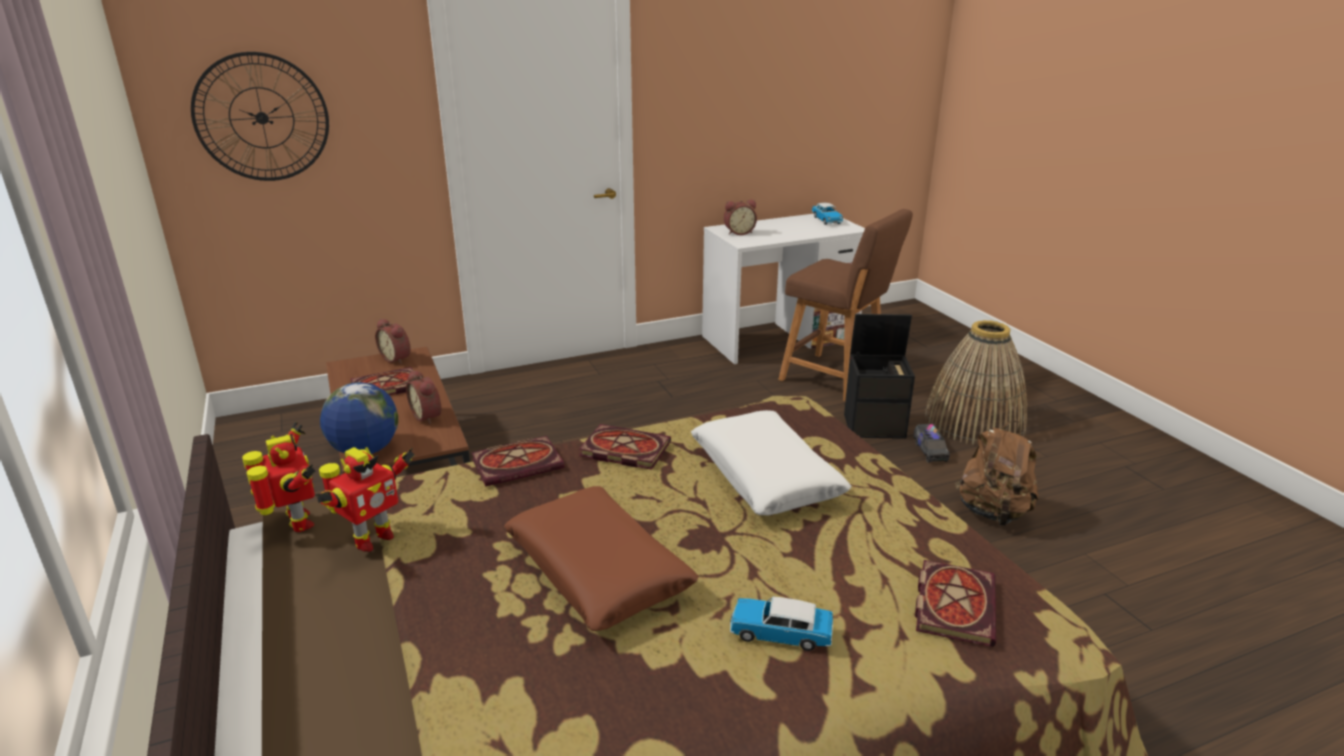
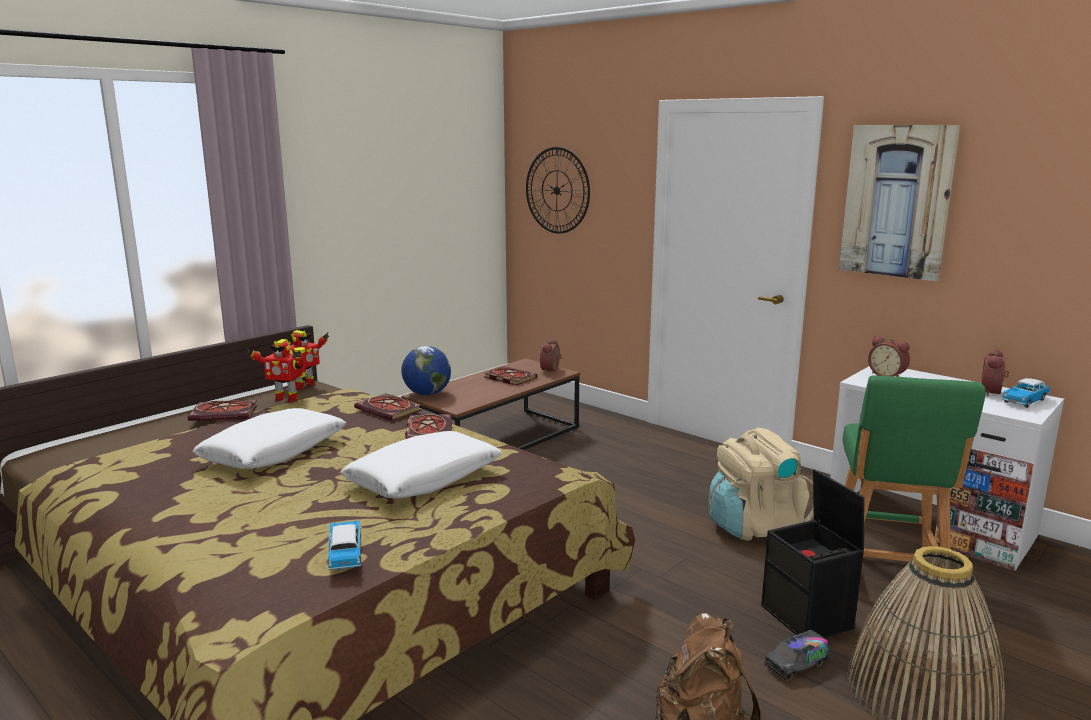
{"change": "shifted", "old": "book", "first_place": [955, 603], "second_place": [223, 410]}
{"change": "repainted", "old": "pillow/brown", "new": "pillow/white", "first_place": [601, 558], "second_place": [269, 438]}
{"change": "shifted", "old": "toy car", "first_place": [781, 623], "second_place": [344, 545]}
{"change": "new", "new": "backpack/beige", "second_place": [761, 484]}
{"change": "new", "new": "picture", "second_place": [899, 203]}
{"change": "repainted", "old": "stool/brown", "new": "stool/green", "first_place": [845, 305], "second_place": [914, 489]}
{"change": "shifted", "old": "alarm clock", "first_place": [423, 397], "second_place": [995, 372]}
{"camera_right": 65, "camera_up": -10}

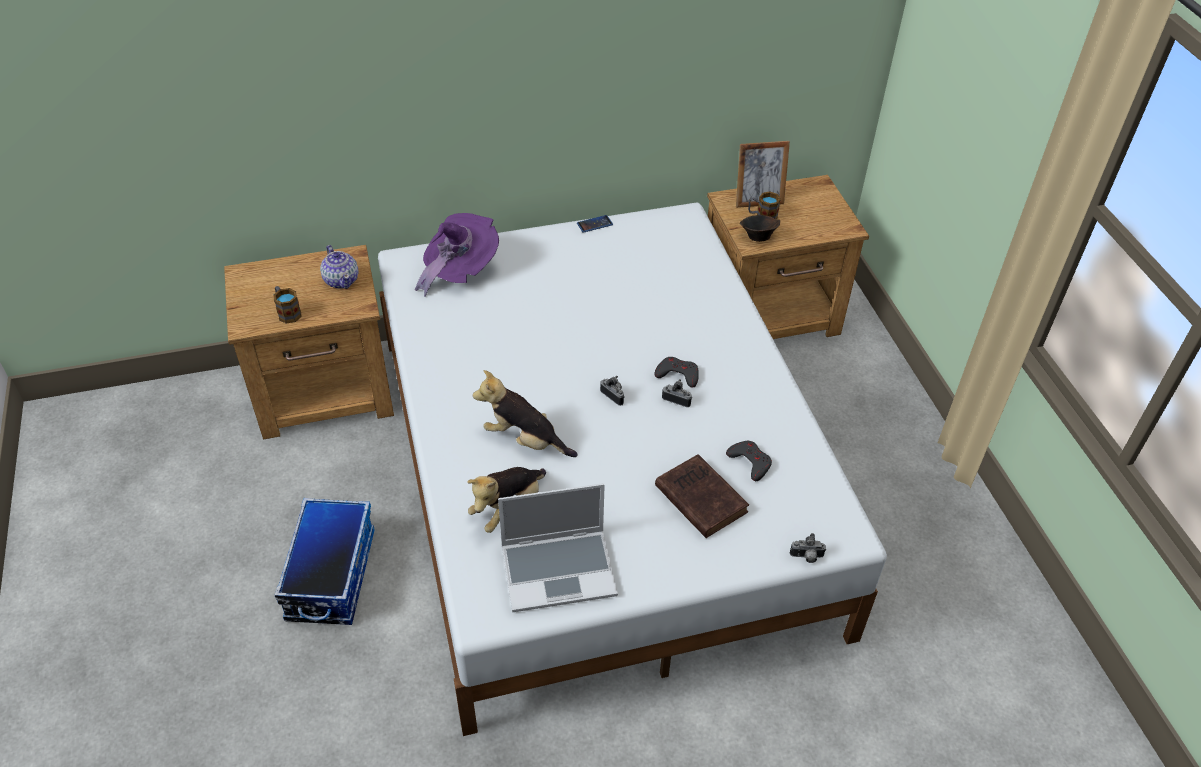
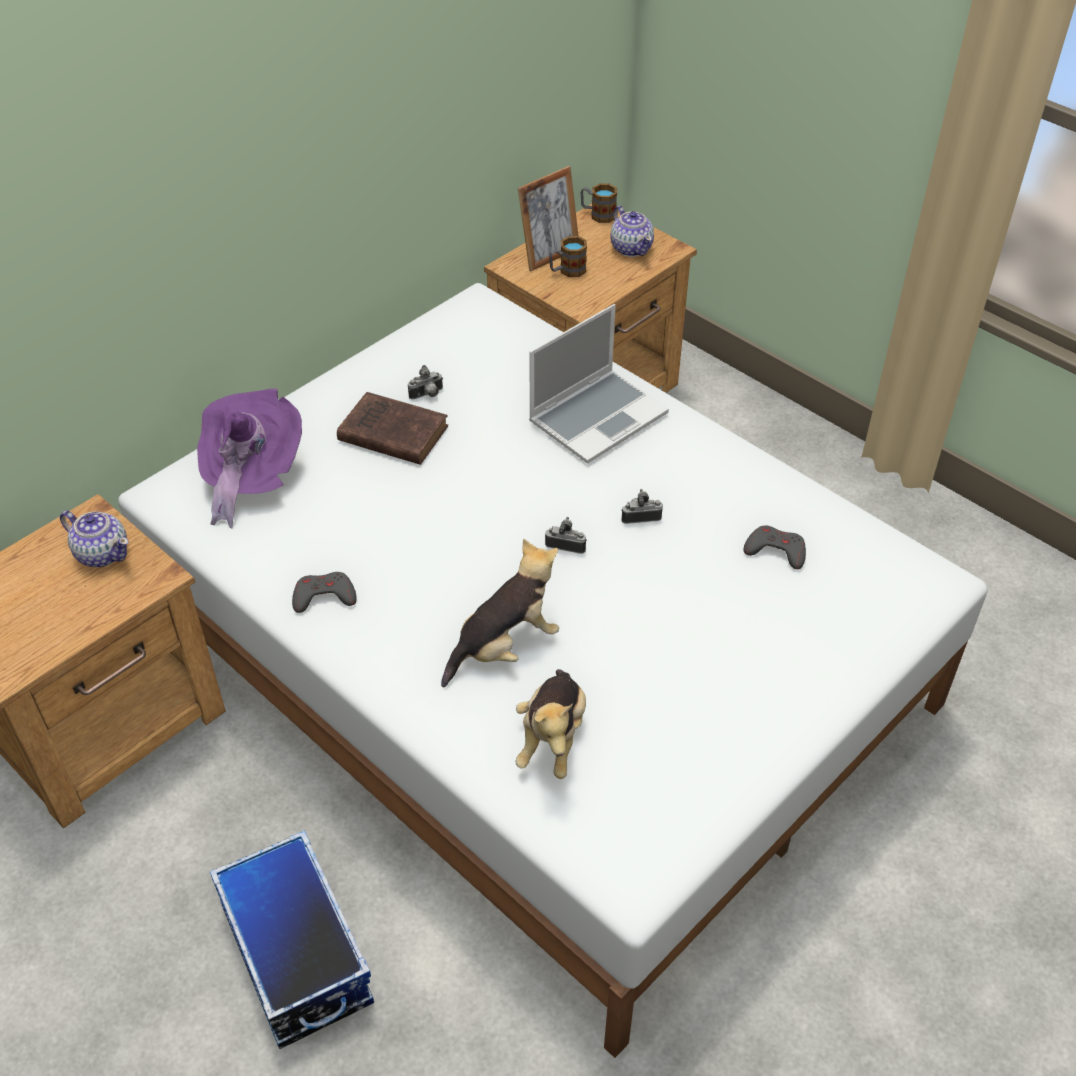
{"change": "shifted", "old": "game controller/grey", "first_place": [677, 372], "second_place": [324, 592]}
{"change": "shifted", "old": "book/brown", "first_place": [702, 496], "second_place": [392, 428]}
{"change": "shifted", "old": "photo camera", "first_place": [808, 548], "second_place": [425, 382]}
{"change": "rotated", "old": "plush toy", "first_place": [525, 413], "second_place": [500, 613], "degrees": 150}
{"change": "shifted", "old": "laptop", "first_place": [558, 547], "second_place": [599, 384]}
{"change": "shifted", "old": "mug", "first_place": [288, 304], "second_place": [599, 203]}
{"change": "new", "new": "teapot", "second_place": [632, 231]}
{"change": "gone", "old": "phone", "first_place": [595, 224]}
{"change": "gone", "old": "bowl/brown", "first_place": [760, 228]}
{"camera_right": -30, "camera_up": 0}

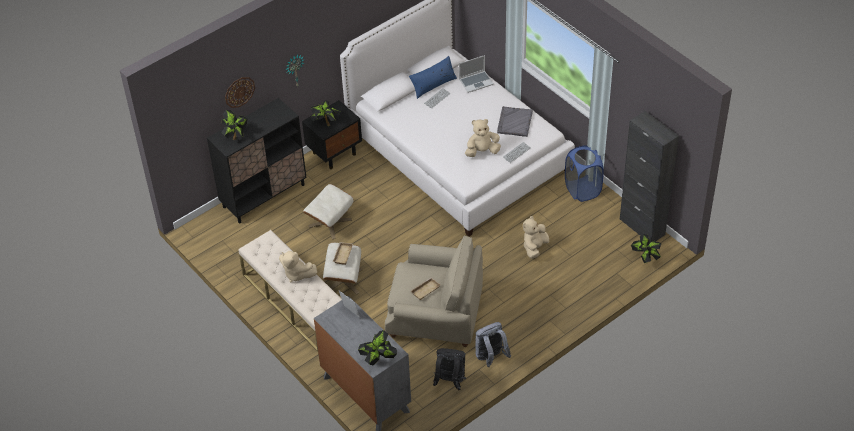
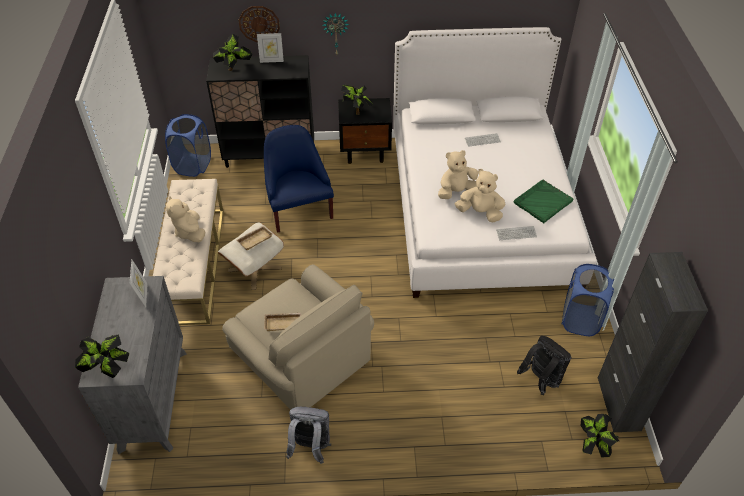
{"change": "new", "new": "laundry basket/blue", "second_place": [188, 145]}
{"change": "new", "new": "picture frame", "second_place": [270, 48]}
{"change": "swapped", "old": "ottoman/beige", "new": "armchair/blue", "first_place": [328, 211], "second_place": [299, 179]}
{"change": "shifted", "old": "plush toy/beige", "first_place": [536, 237], "second_place": [458, 174]}
{"change": "repainted", "old": "tray/grey", "new": "tray/green", "first_place": [515, 121], "second_place": [543, 201]}
{"change": "shifted", "old": "backpack/black", "first_place": [449, 369], "second_place": [544, 365]}
{"change": "gone", "old": "pillow/blue", "first_place": [433, 77]}
{"change": "gone", "old": "laptop", "first_place": [476, 74]}
{"camera_right": 35, "camera_up": 0}

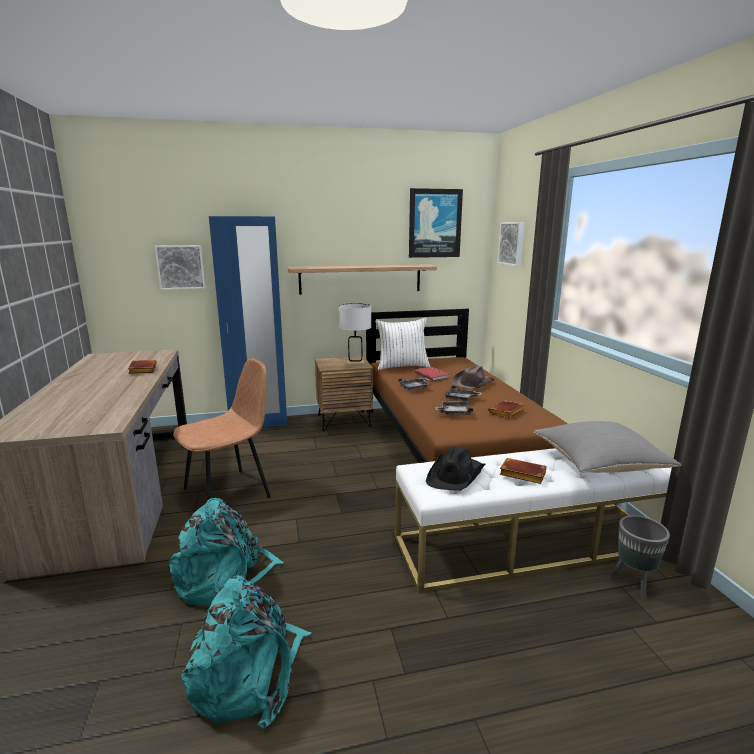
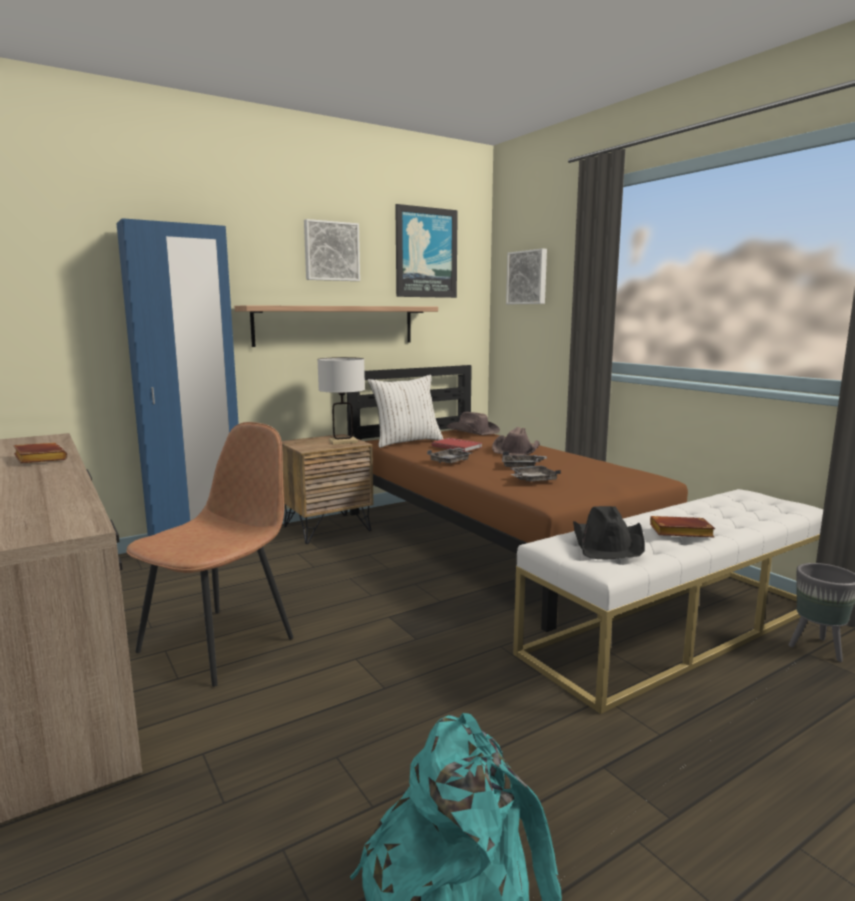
{"change": "shifted", "old": "picture", "first_place": [180, 267], "second_place": [332, 250]}
{"change": "new", "new": "hat/brown", "second_place": [473, 423]}
{"change": "gone", "old": "backpack/turquoise", "first_place": [226, 552]}
{"change": "gone", "old": "book/brown", "first_place": [506, 409]}
{"change": "gone", "old": "pillow/grey", "first_place": [607, 447]}
{"camera_right": -20, "camera_up": -5}

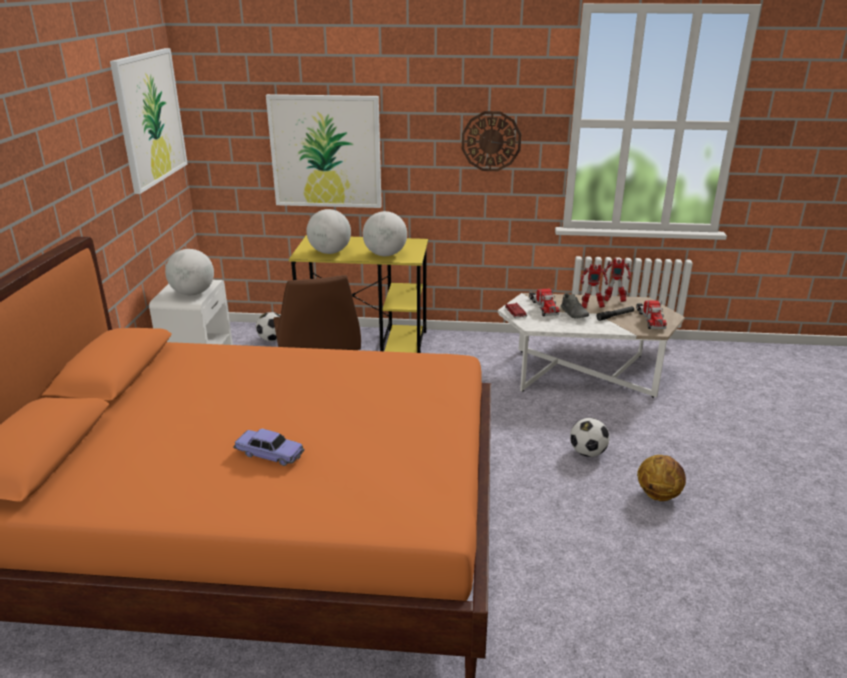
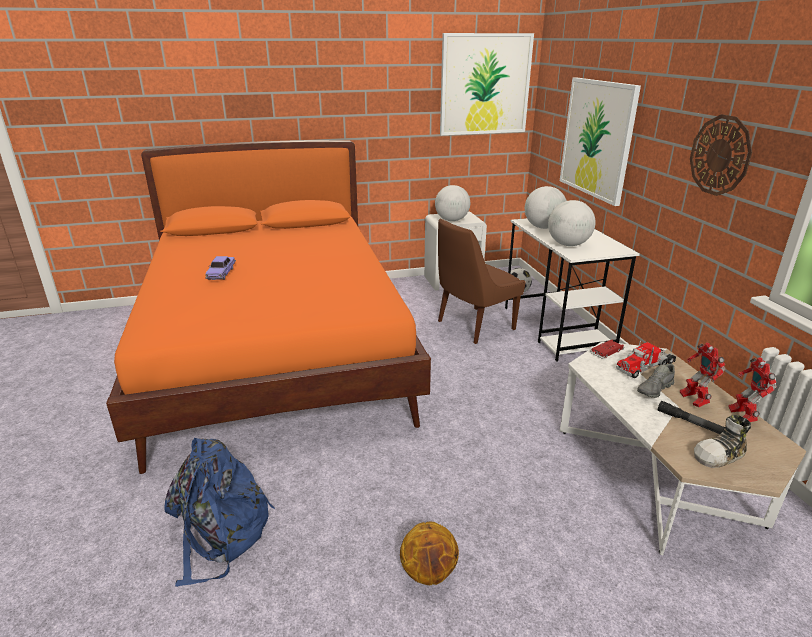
{"change": "new", "new": "backpack/blue", "second_place": [220, 512]}
{"change": "repainted", "old": "desk/yellow", "new": "desk/white", "first_place": [358, 294], "second_place": [572, 290]}
{"change": "swapped", "old": "toy truck", "new": "shoe", "first_place": [651, 315], "second_place": [722, 441]}
{"change": "gone", "old": "football", "first_place": [590, 437]}
{"camera_right": 70, "camera_up": 0}

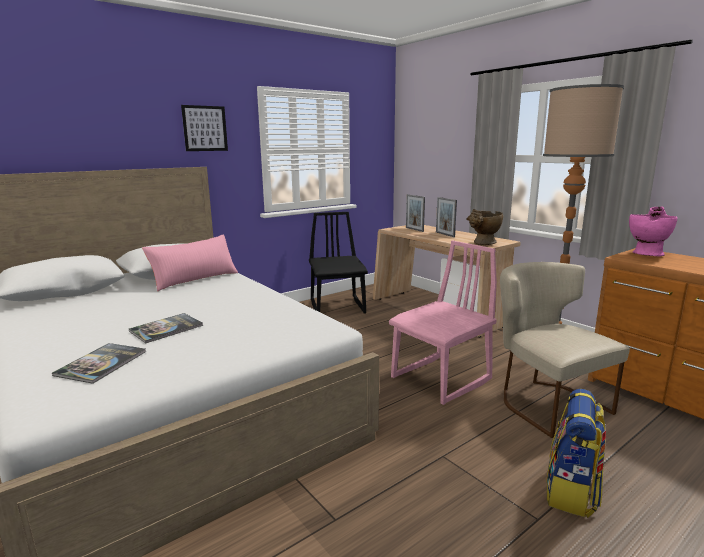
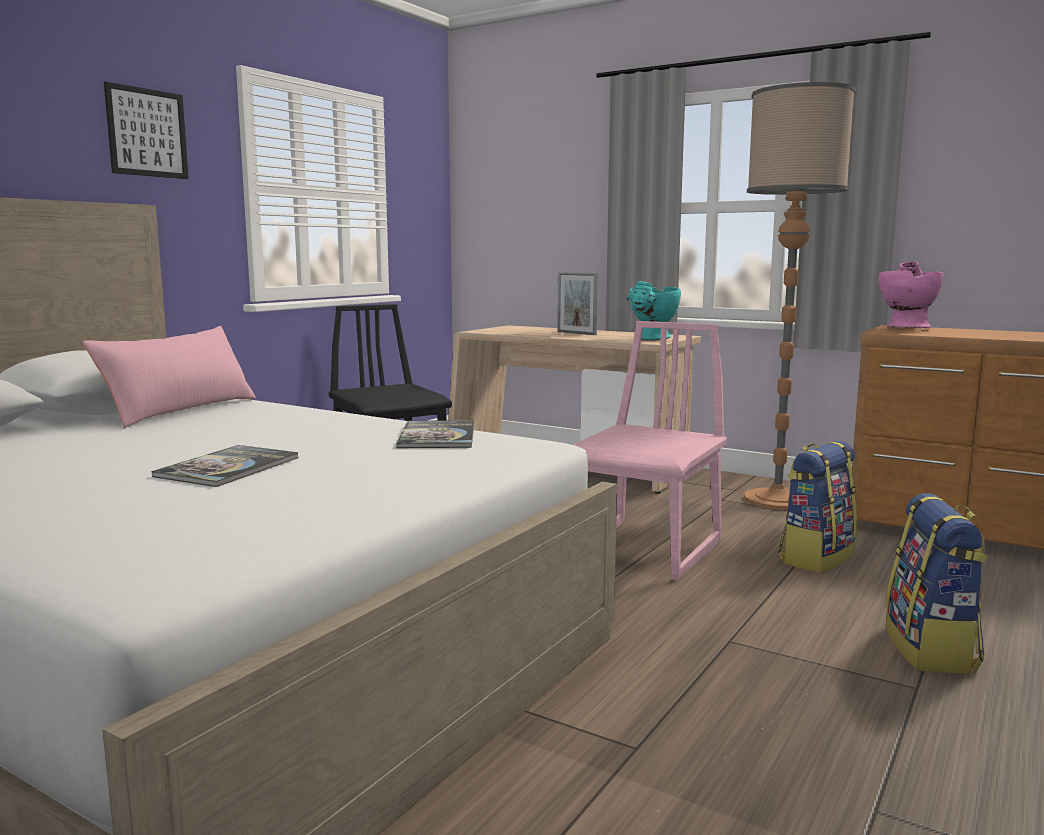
{"change": "shifted", "old": "book", "first_place": [99, 363], "second_place": [435, 434]}
{"change": "repainted", "old": "vase/beige", "new": "vase/turquoise", "first_place": [484, 227], "second_place": [653, 311]}
{"change": "swapped", "old": "chair/beige", "new": "backpack", "first_place": [565, 350], "second_place": [817, 507]}
{"change": "gone", "old": "picture frame", "first_place": [415, 213]}
{"camera_right": -20, "camera_up": -5}

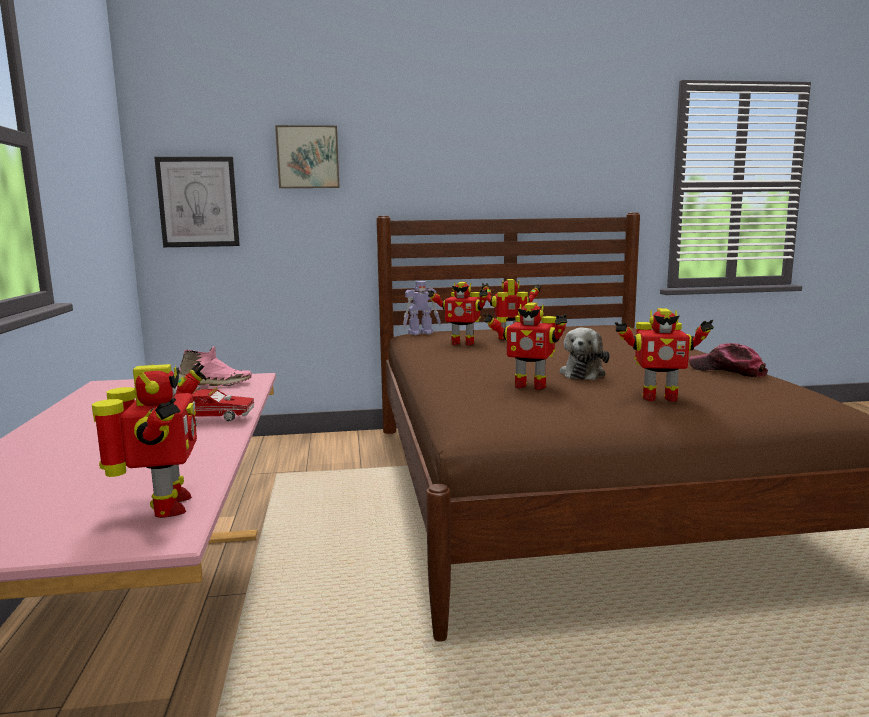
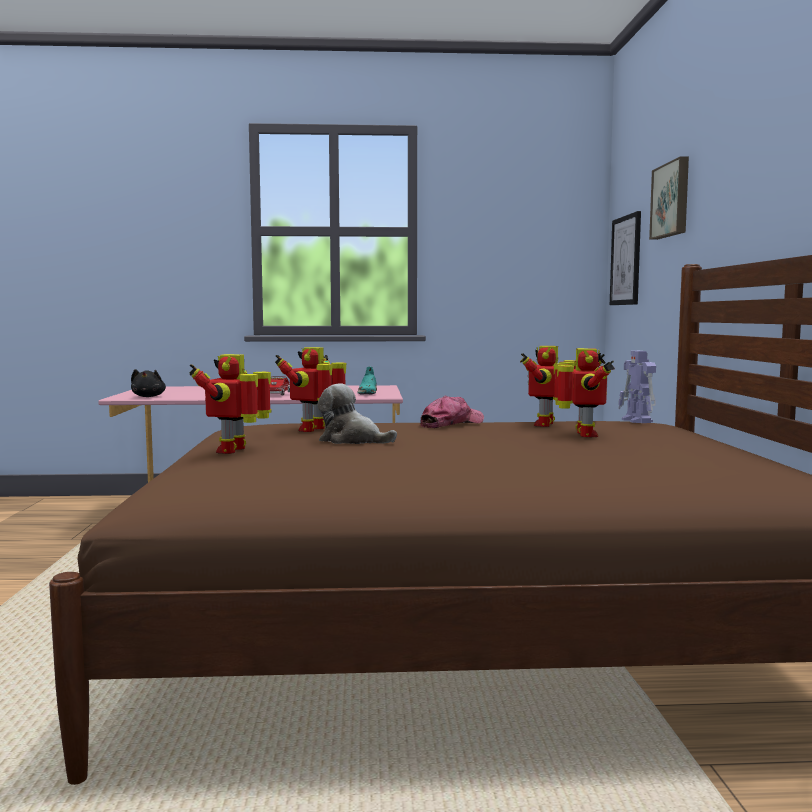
{"change": "swapped", "old": "toy robot", "new": "plush toy/black", "first_place": [149, 440], "second_place": [148, 383]}
{"change": "repainted", "old": "shoe/pink", "new": "shoe/turquoise", "first_place": [215, 366], "second_place": [367, 380]}
{"change": "shifted", "old": "cap", "first_place": [728, 360], "second_place": [451, 412]}
{"camera_right": 95, "camera_up": -5}

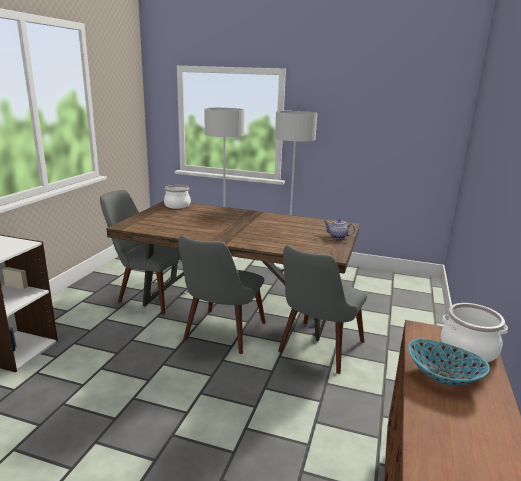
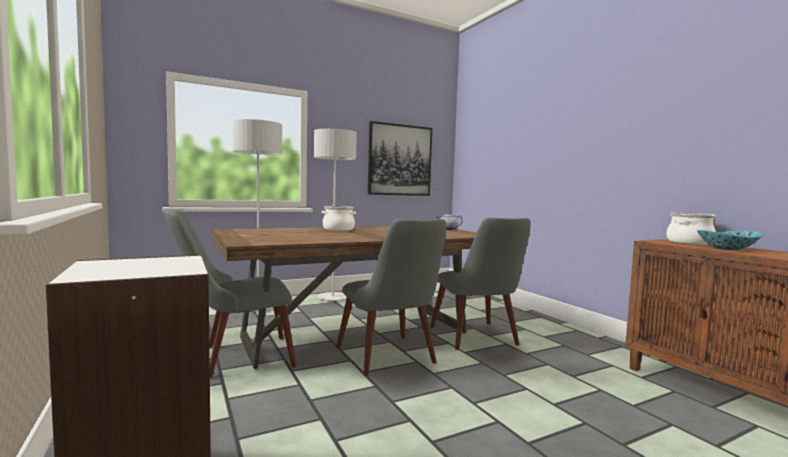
{"change": "shifted", "old": "cooking pot", "first_place": [177, 197], "second_place": [339, 218]}
{"change": "new", "new": "picture", "second_place": [400, 158]}
{"camera_right": -45, "camera_up": -15}

